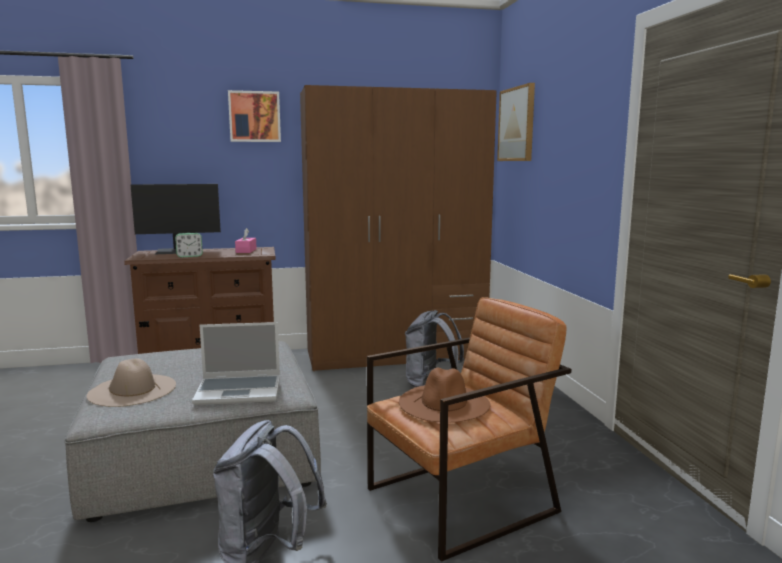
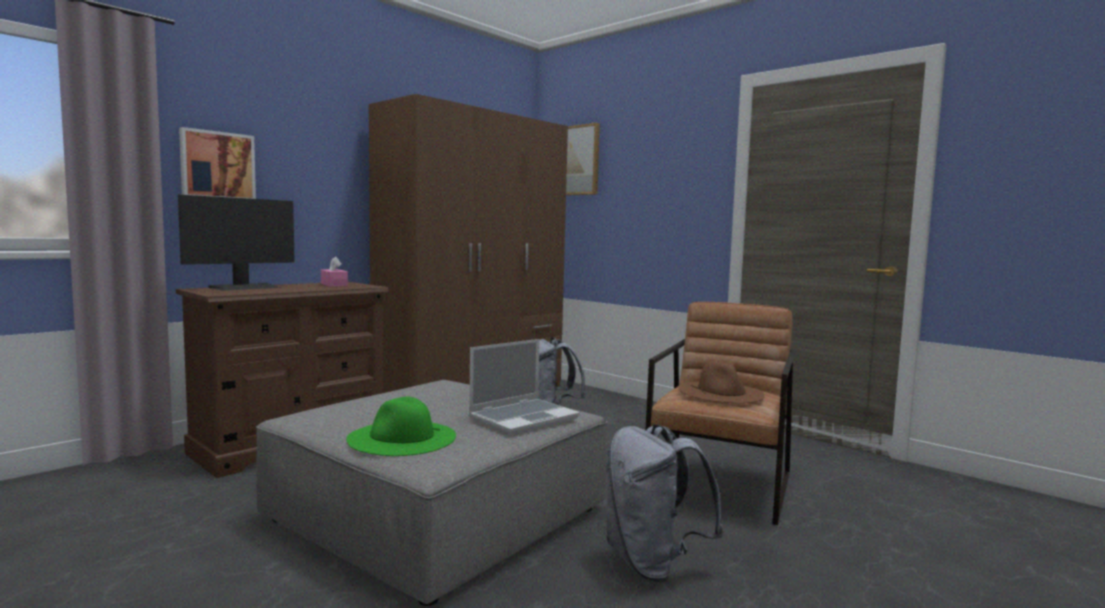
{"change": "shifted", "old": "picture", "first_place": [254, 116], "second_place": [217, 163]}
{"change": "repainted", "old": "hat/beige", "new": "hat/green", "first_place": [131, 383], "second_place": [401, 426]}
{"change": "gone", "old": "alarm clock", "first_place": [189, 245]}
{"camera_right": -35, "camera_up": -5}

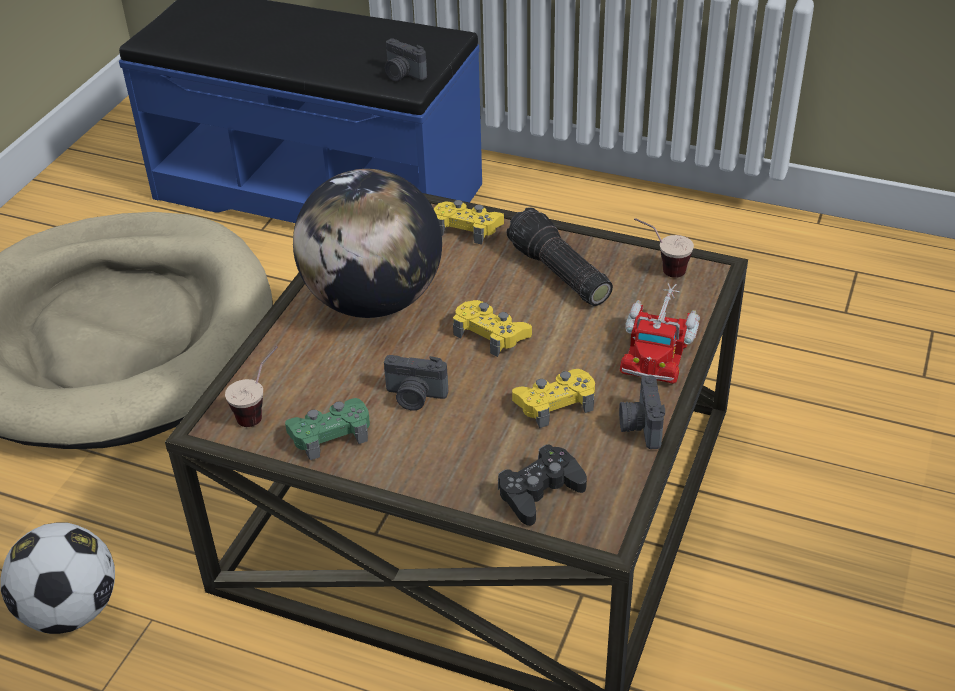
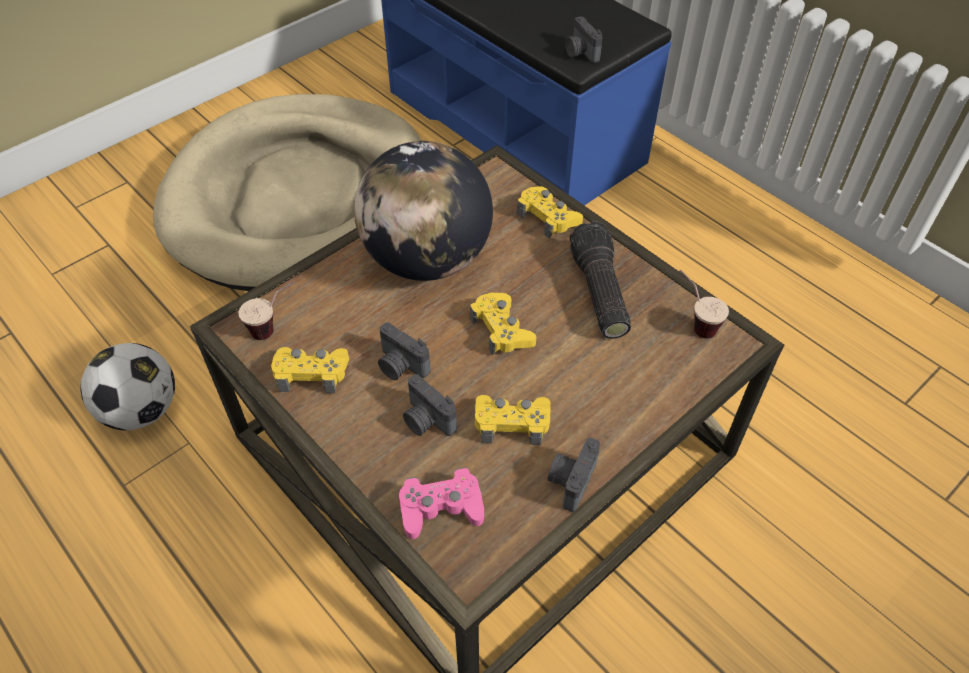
{"change": "repainted", "old": "game controller/green", "new": "game controller/yellow", "first_place": [327, 429], "second_place": [310, 370]}
{"change": "repainted", "old": "game controller/black", "new": "game controller/pink", "first_place": [542, 485], "second_place": [441, 503]}
{"change": "new", "new": "photo camera", "second_place": [430, 405]}
{"change": "gone", "old": "toy truck", "first_place": [660, 333]}
{"camera_right": 25, "camera_up": 10}

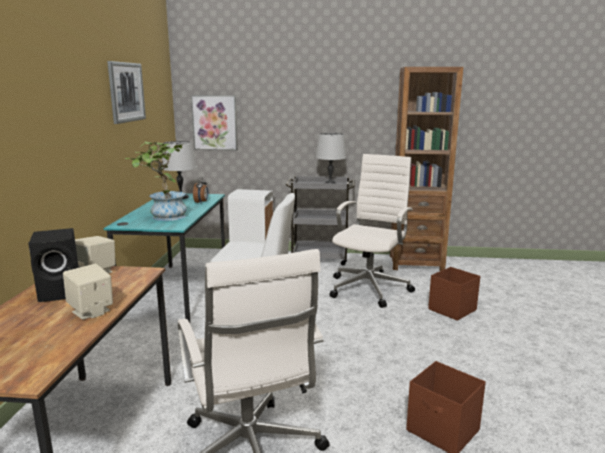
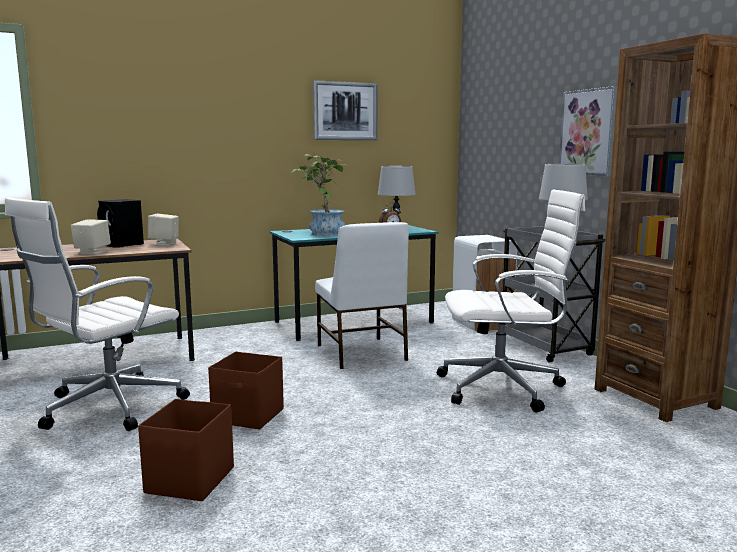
{"change": "shifted", "old": "storage box/brown", "first_place": [454, 294], "second_place": [246, 391]}
{"change": "shifted", "old": "picture", "first_place": [214, 123], "second_place": [588, 131]}
{"camera_right": 60, "camera_up": -5}

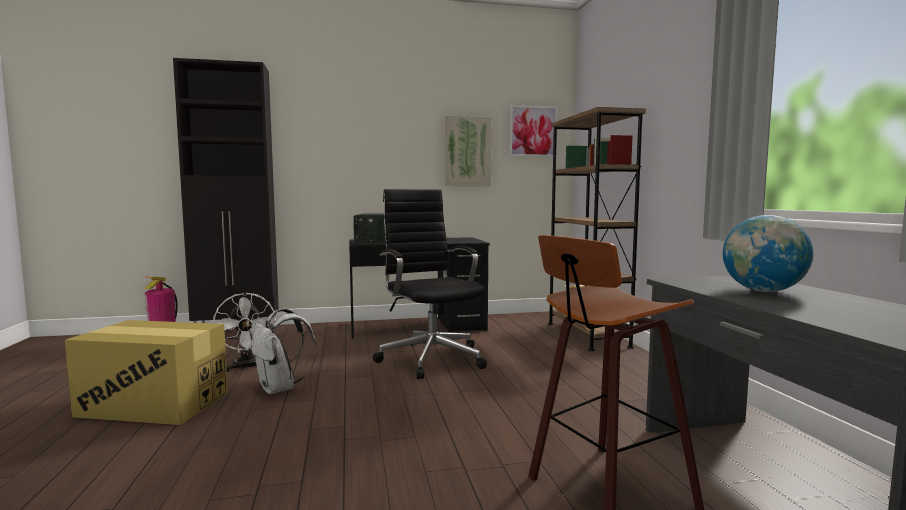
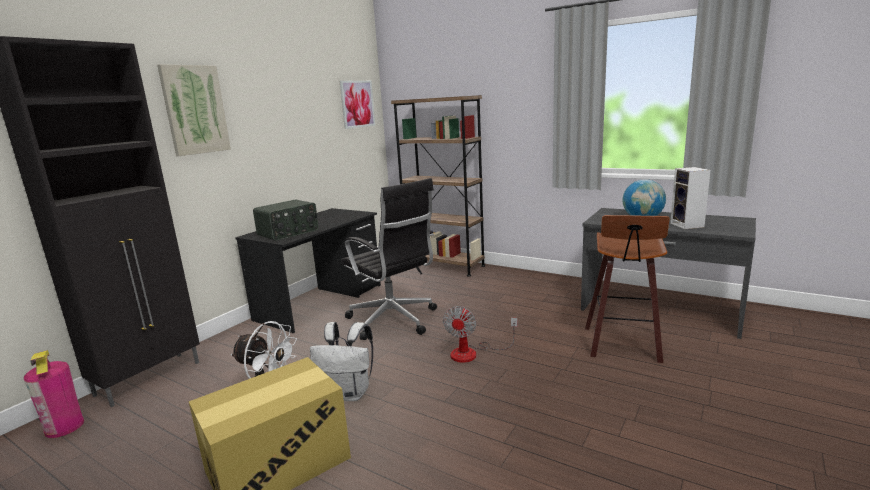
{"change": "shifted", "old": "picture", "first_place": [468, 150], "second_place": [194, 110]}
{"change": "rotated", "old": "office chair/black", "first_place": [430, 284], "second_place": [389, 259], "degrees": -150}
{"change": "new", "new": "fan", "second_place": [480, 334]}
{"change": "new", "new": "speaker", "second_place": [690, 198]}
{"camera_right": -45, "camera_up": 10}

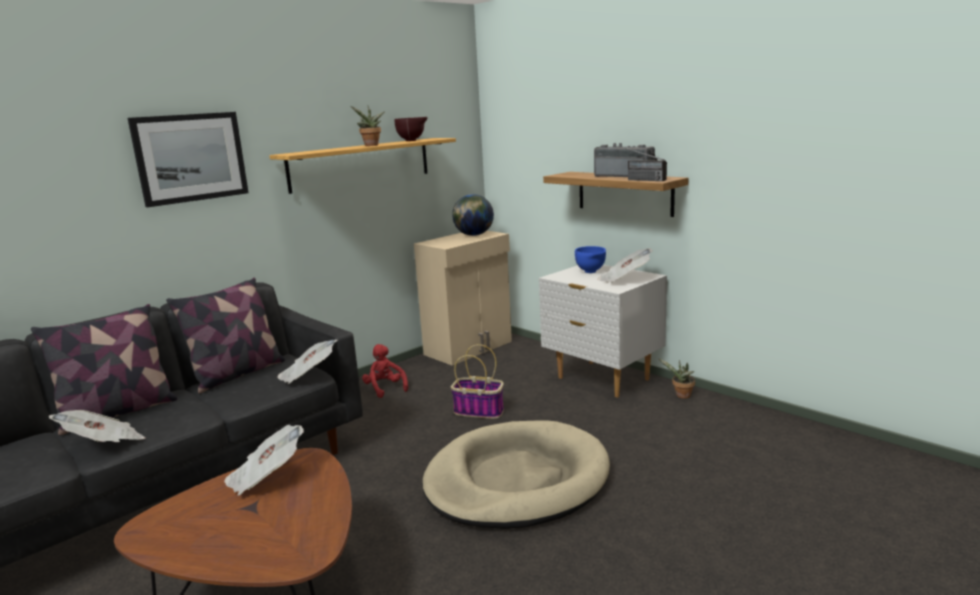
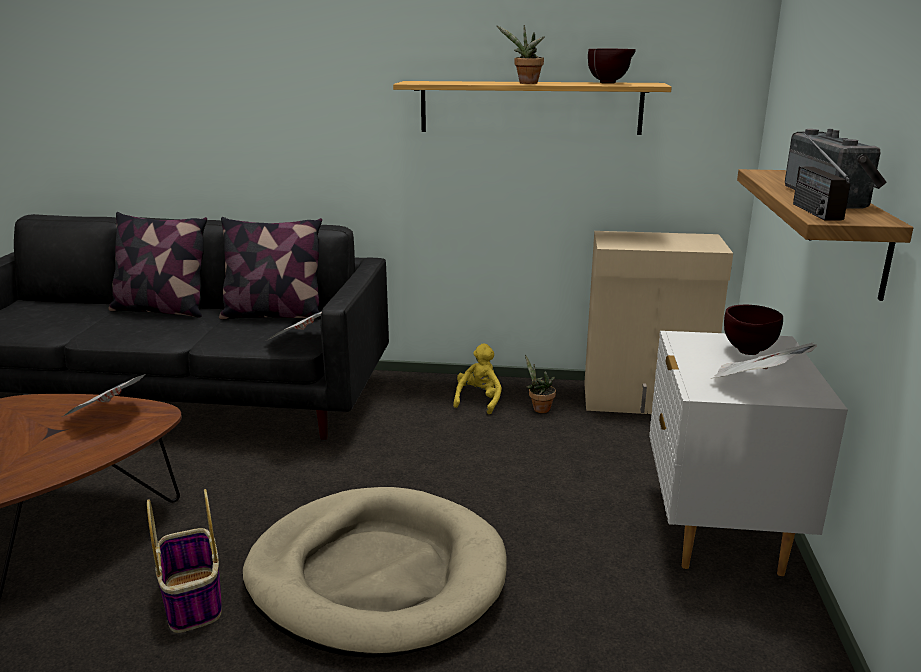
{"change": "shifted", "old": "basket", "first_place": [477, 381], "second_place": [184, 561]}
{"change": "repainted", "old": "plush toy/red", "new": "plush toy/yellow", "first_place": [385, 371], "second_place": [477, 379]}
{"change": "shifted", "old": "potted plant", "first_place": [676, 378], "second_place": [540, 383]}
{"change": "repainted", "old": "bowl/blue", "new": "bowl/brown", "first_place": [590, 259], "second_place": [753, 330]}
{"change": "gone", "old": "newspaper", "first_place": [96, 426]}
{"change": "gone", "old": "picture", "first_place": [188, 159]}
{"change": "gone", "old": "globe", "first_place": [473, 215]}
{"camera_right": 50, "camera_up": 5}

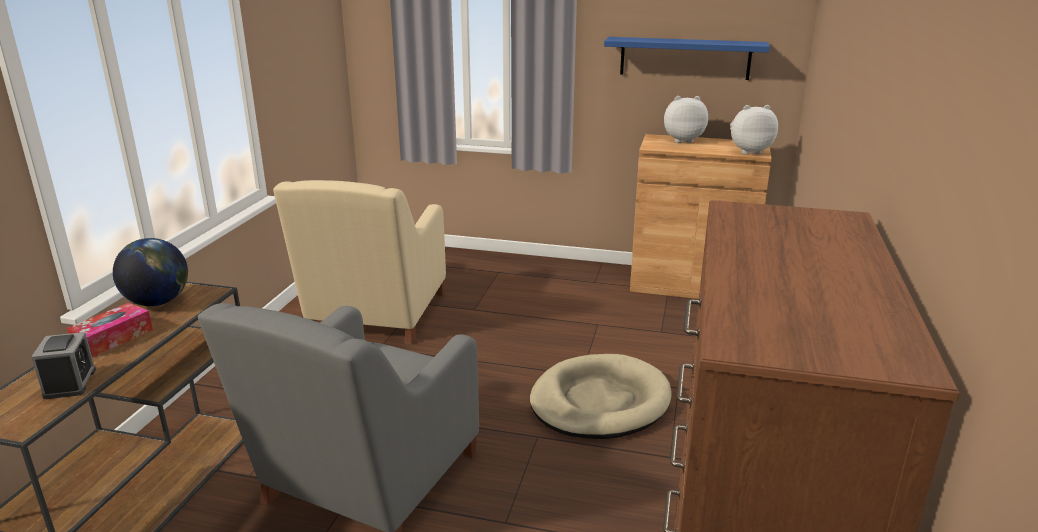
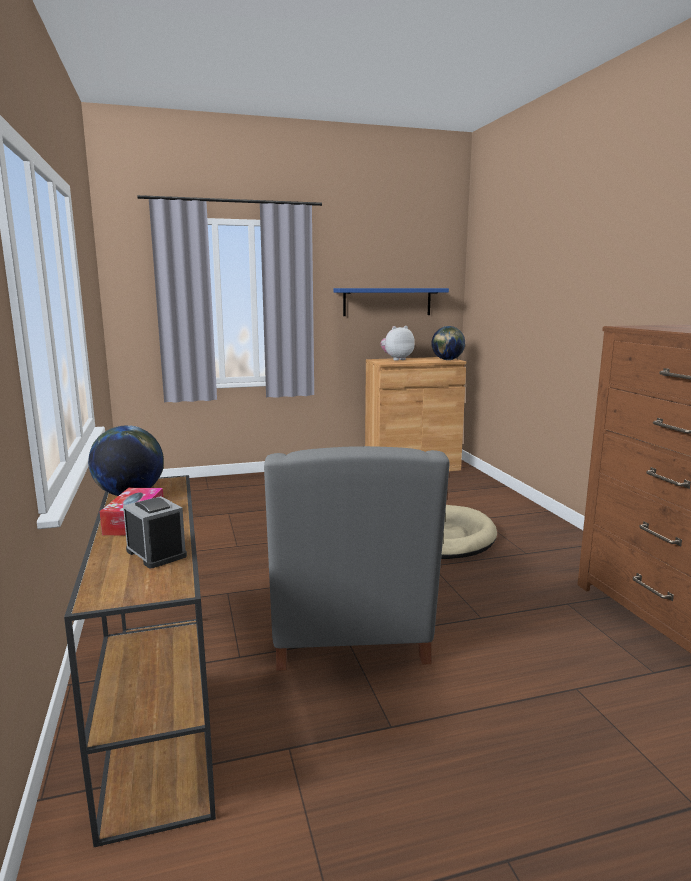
{"change": "swapped", "old": "plush toy", "new": "globe", "first_place": [754, 129], "second_place": [448, 343]}
{"change": "gone", "old": "armchair/beige", "first_place": [359, 262]}
{"camera_right": -30, "camera_up": -10}

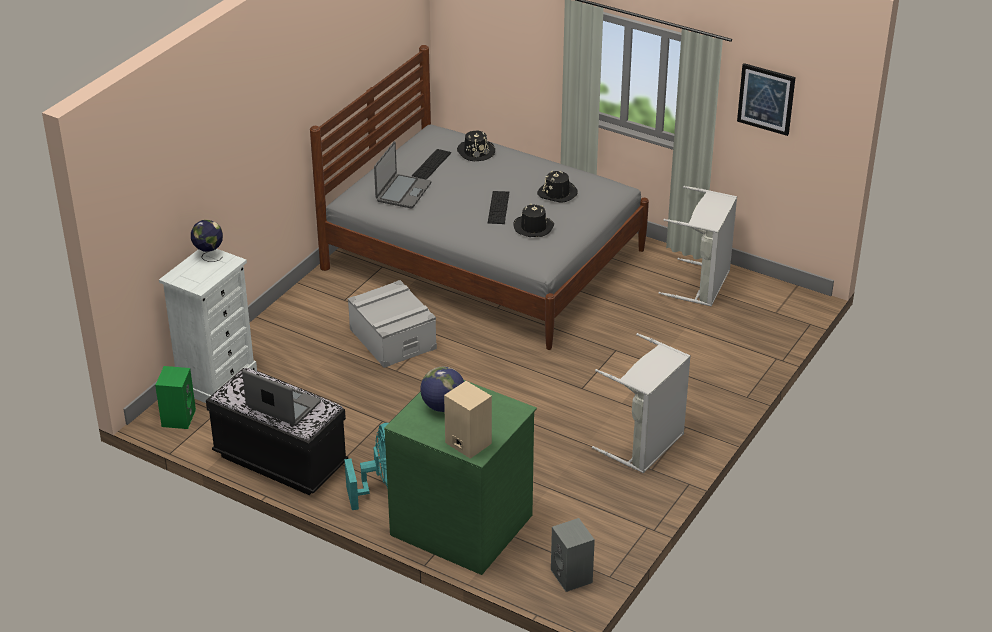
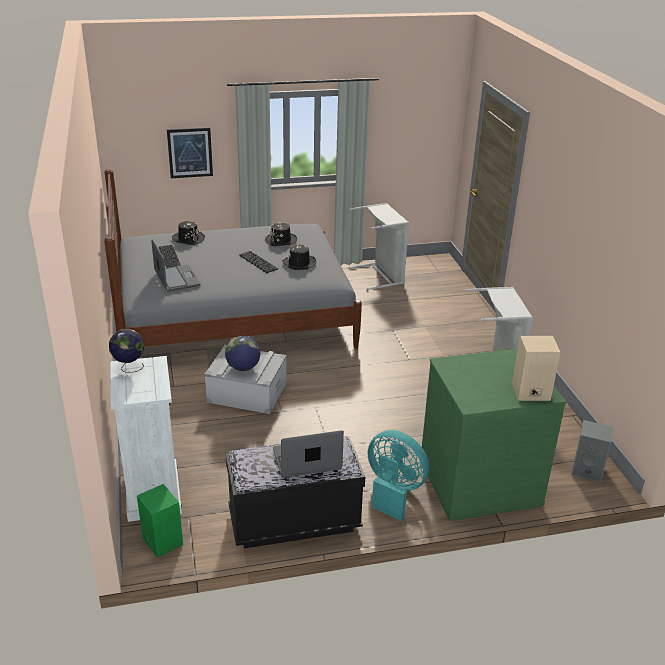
{"change": "shifted", "old": "picture", "first_place": [766, 99], "second_place": [190, 152]}
{"change": "shifted", "old": "globe", "first_place": [442, 389], "second_place": [242, 353]}
{"camera_right": -45, "camera_up": -5}

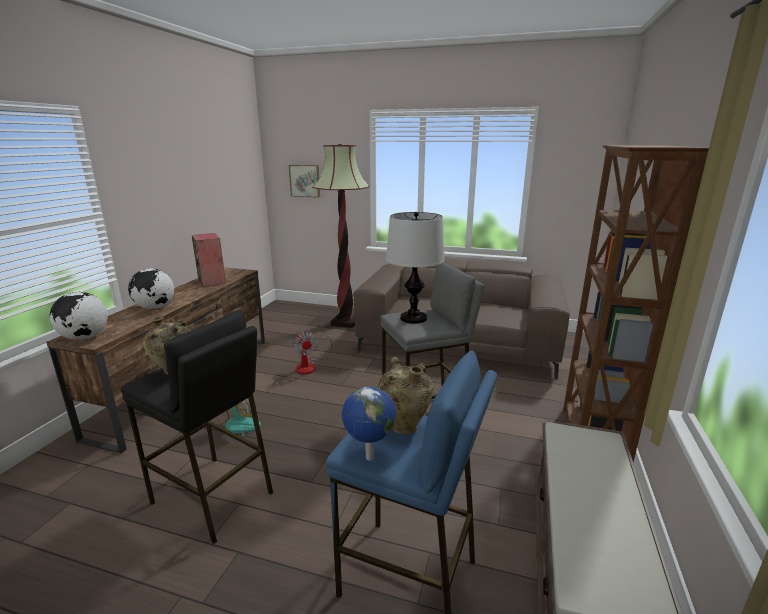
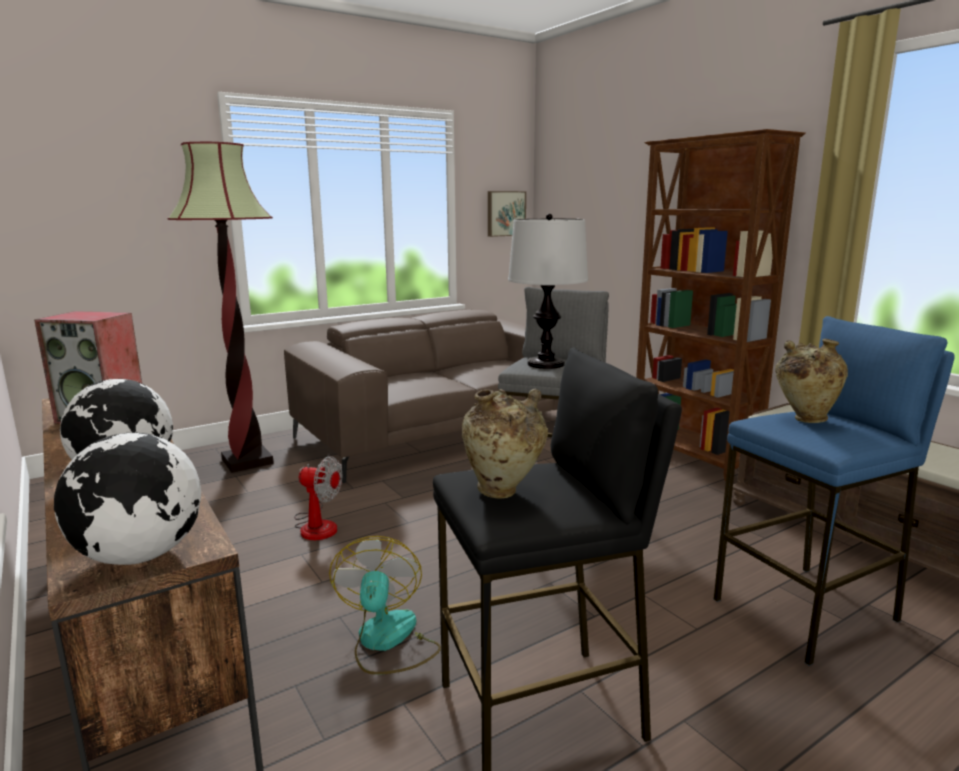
{"change": "shifted", "old": "picture", "first_place": [304, 181], "second_place": [507, 214]}
{"change": "gone", "old": "globe", "first_place": [369, 423]}
{"camera_right": -50, "camera_up": -5}

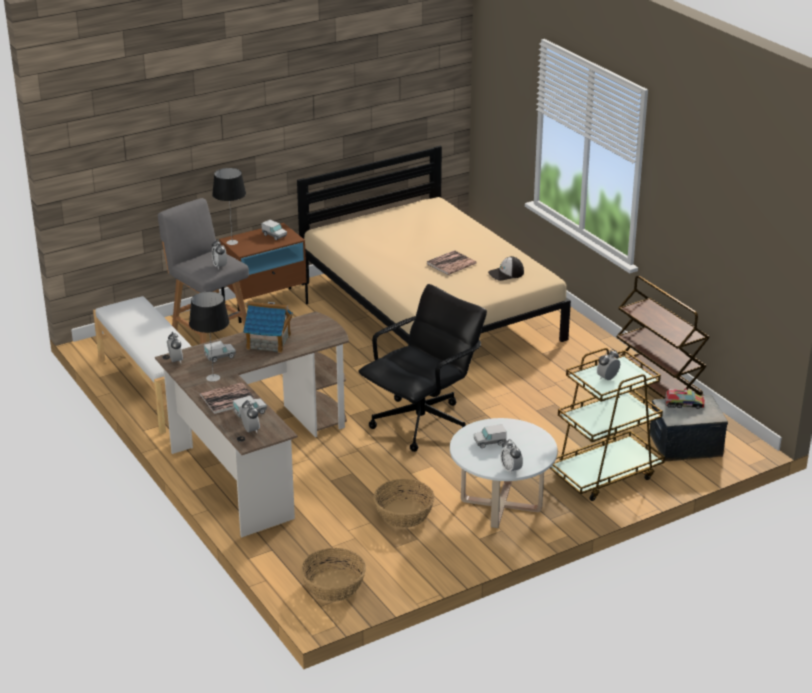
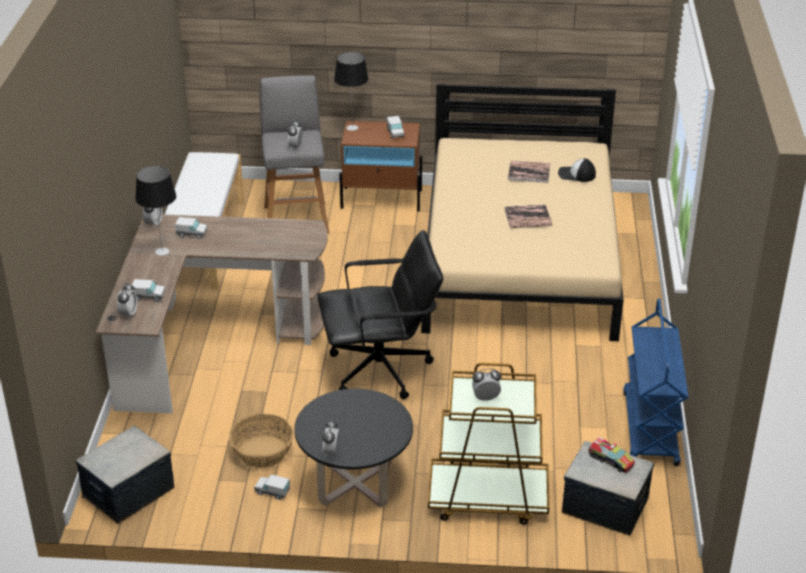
{"change": "swapped", "old": "basket", "new": "storage box", "first_place": [333, 575], "second_place": [125, 475]}
{"change": "shifted", "old": "toy truck", "first_place": [490, 436], "second_place": [272, 487]}
{"change": "repainted", "old": "coffee table/white", "new": "coffee table/black", "first_place": [504, 473], "second_place": [353, 448]}
{"change": "shifted", "old": "book", "first_place": [228, 398], "second_place": [529, 172]}
{"change": "shifted", "old": "cap", "first_place": [506, 268], "second_place": [577, 170]}
{"change": "repainted", "old": "cart/brown", "new": "cart/blue", "first_place": [663, 337], "second_place": [656, 382]}
{"change": "gone", "old": "toy house", "first_place": [268, 327]}
{"camera_right": 35, "camera_up": 5}

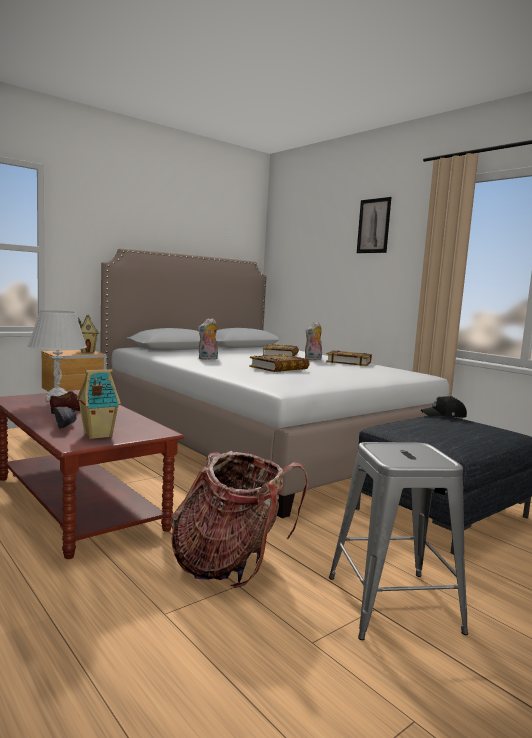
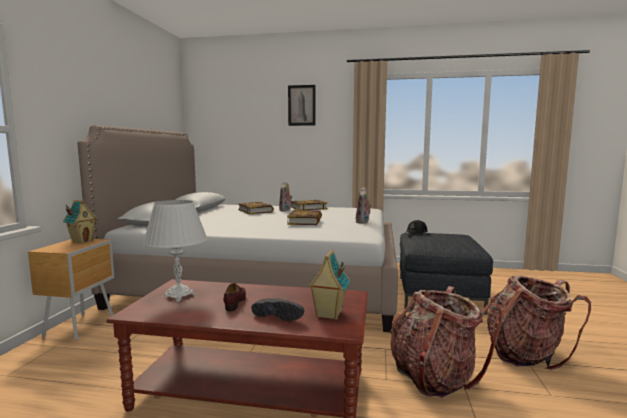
{"change": "shifted", "old": "plush toy", "first_place": [207, 339], "second_place": [364, 205]}
{"change": "swapped", "old": "stool/grey", "new": "backpack", "first_place": [398, 541], "second_place": [539, 322]}
{"camera_right": -40, "camera_up": 0}

